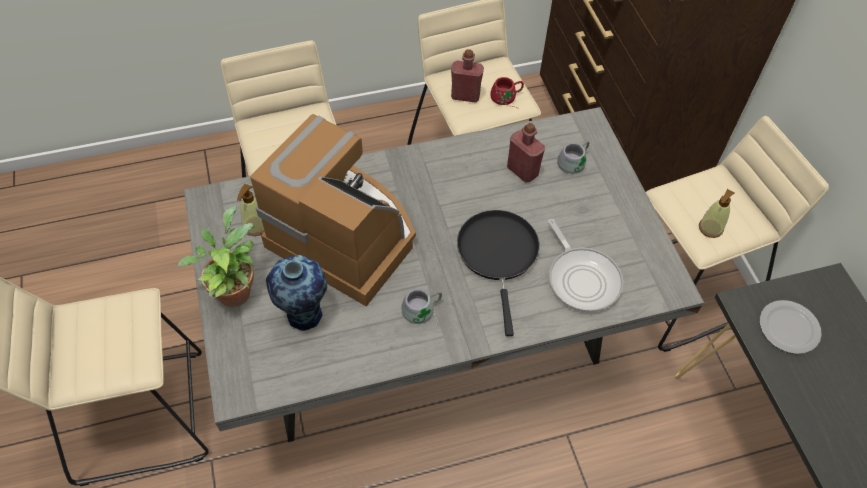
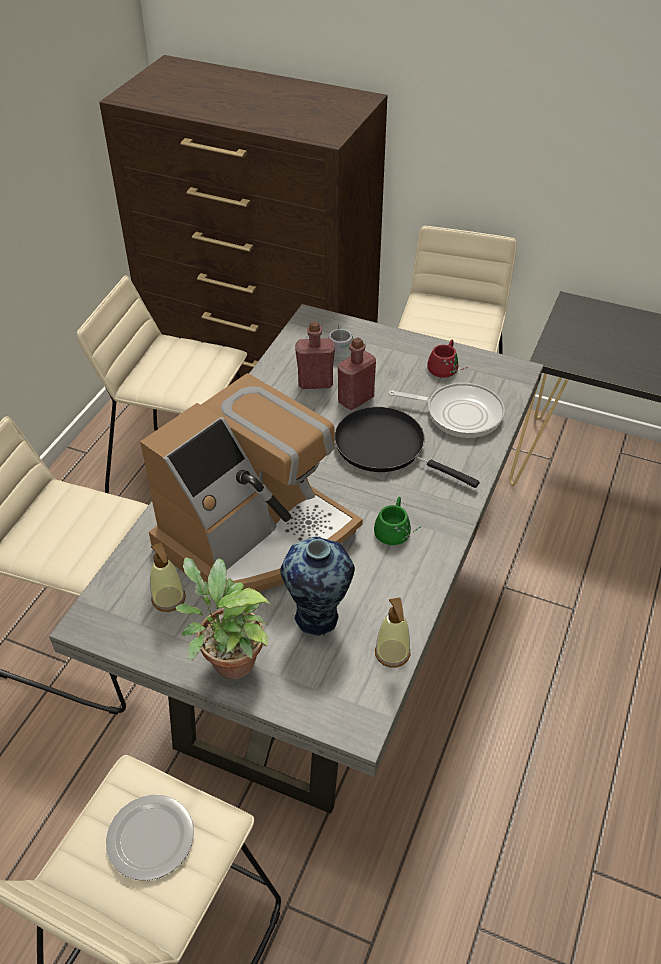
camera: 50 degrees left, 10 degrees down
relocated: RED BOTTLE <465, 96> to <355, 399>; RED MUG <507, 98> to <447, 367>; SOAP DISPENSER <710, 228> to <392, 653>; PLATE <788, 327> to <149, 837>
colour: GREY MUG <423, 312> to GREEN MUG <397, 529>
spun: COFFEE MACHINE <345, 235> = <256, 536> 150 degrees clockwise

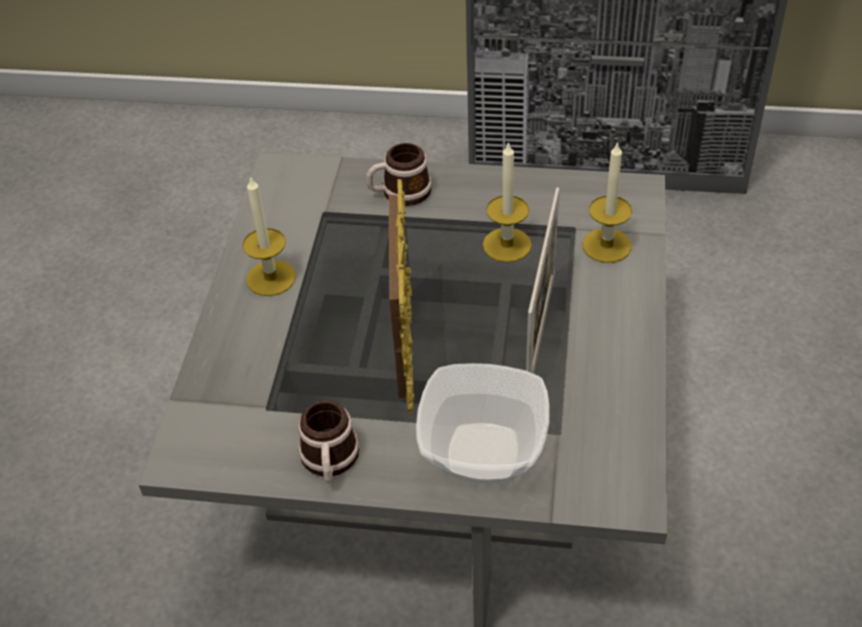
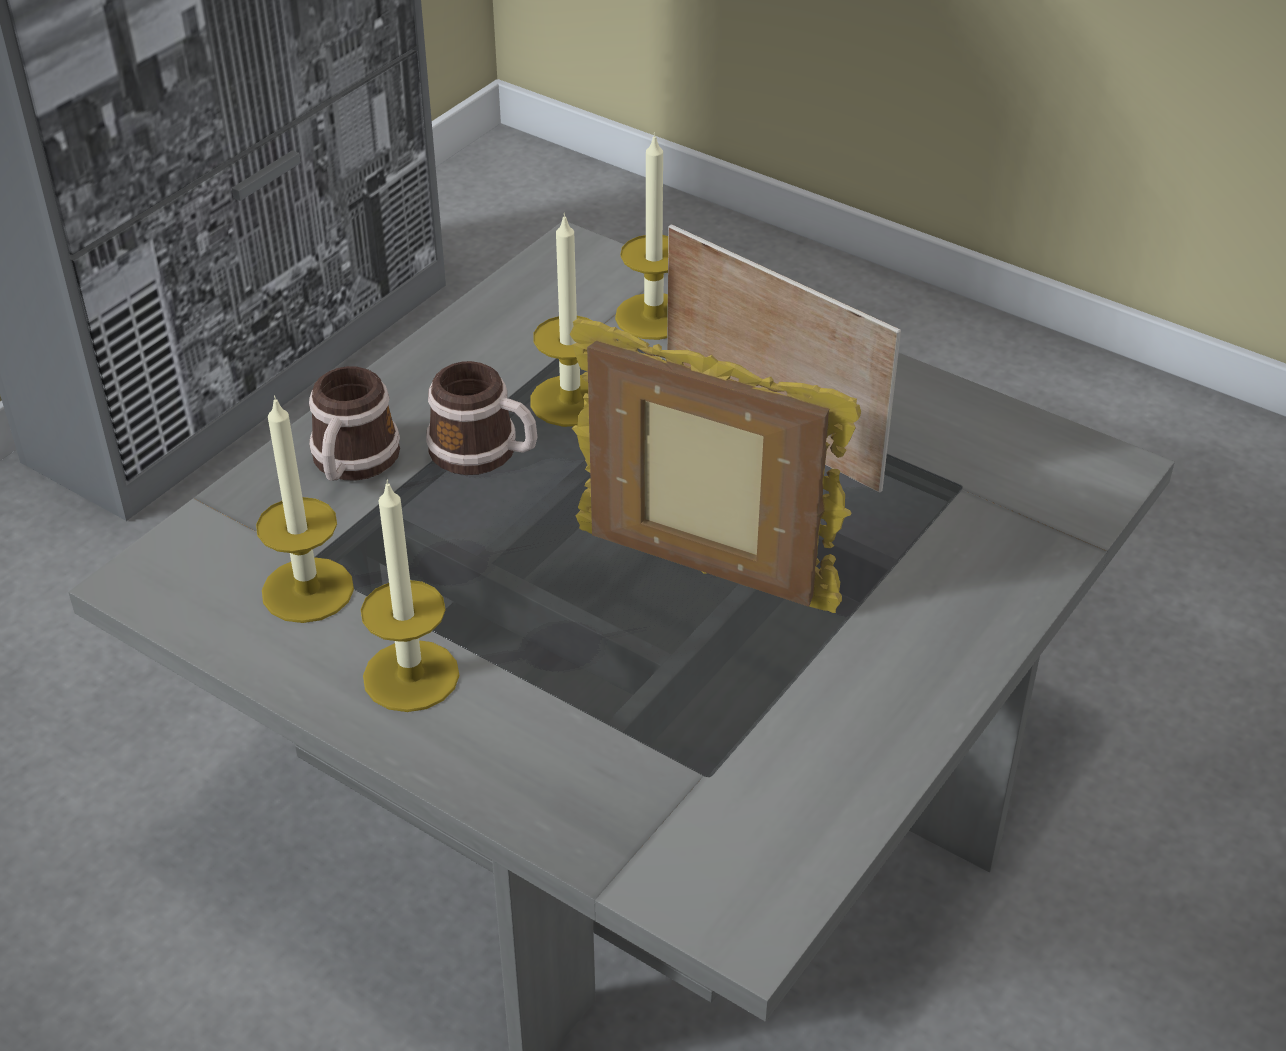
camera: 65 degrees left, 5 degrees down
missing: BOWL <484, 455>
appeared: CANDLE <307, 590>
relocated: MUG <330, 462> to <484, 453>

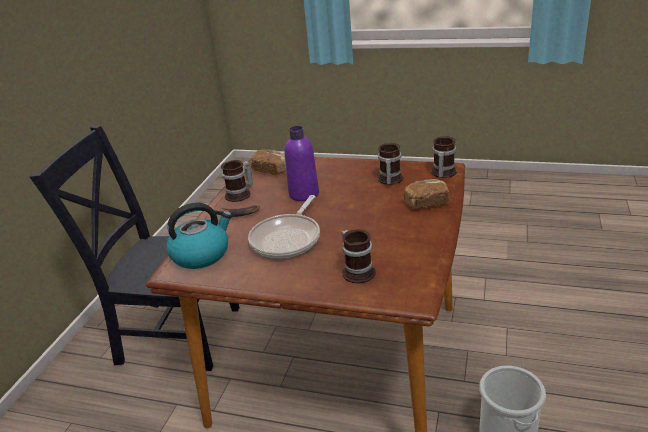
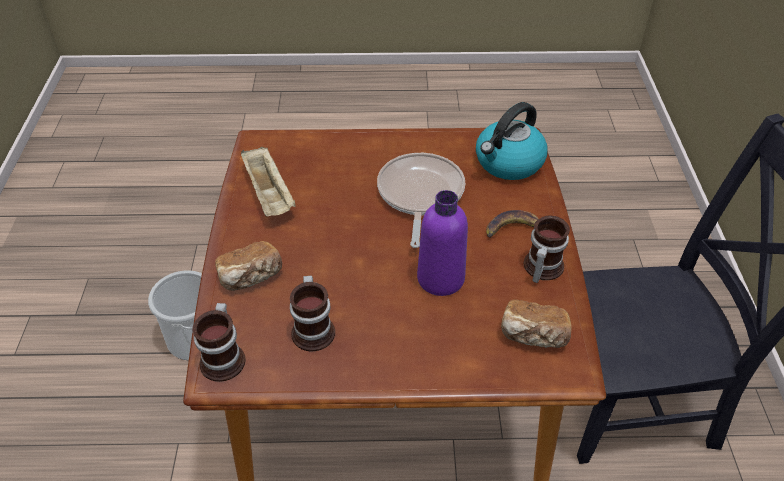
camera: 160 degrees right, 15 degrees up
missing: MUG <358, 271>
appeared: BEIGE TRAY <269, 194>

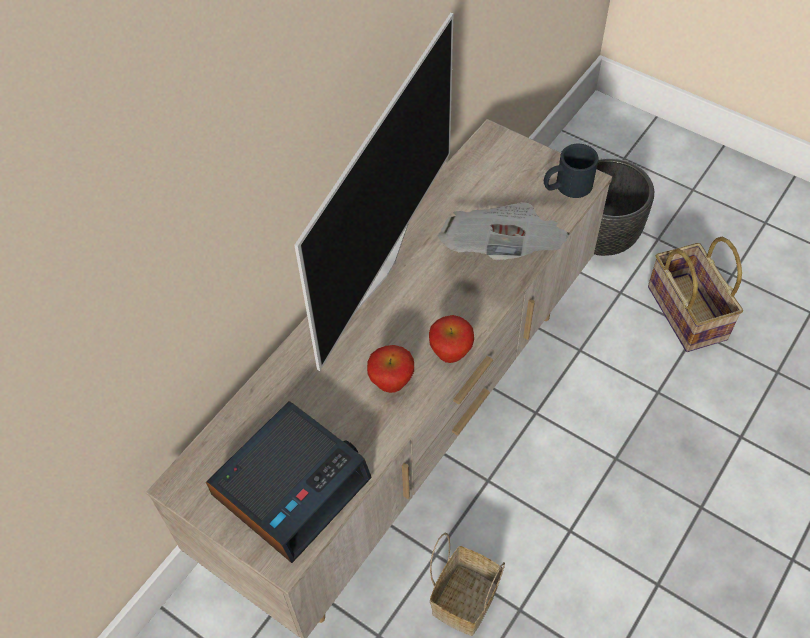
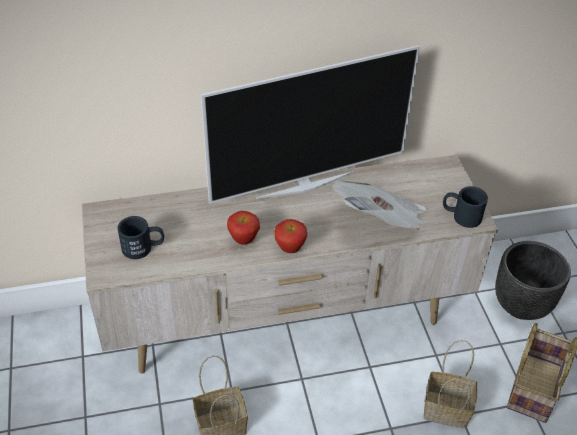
camera: 40 degrees right, 10 degrees down
appeared: BASKET <448, 409>
exchanged: ALARM CLOCK <291, 485> to BLACK MUG <143, 248>

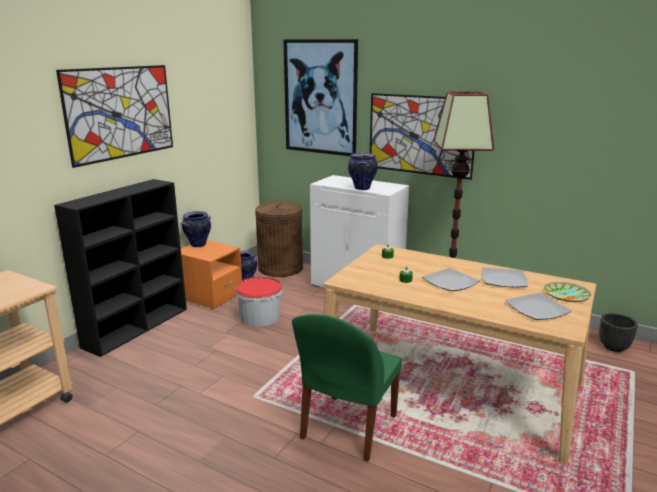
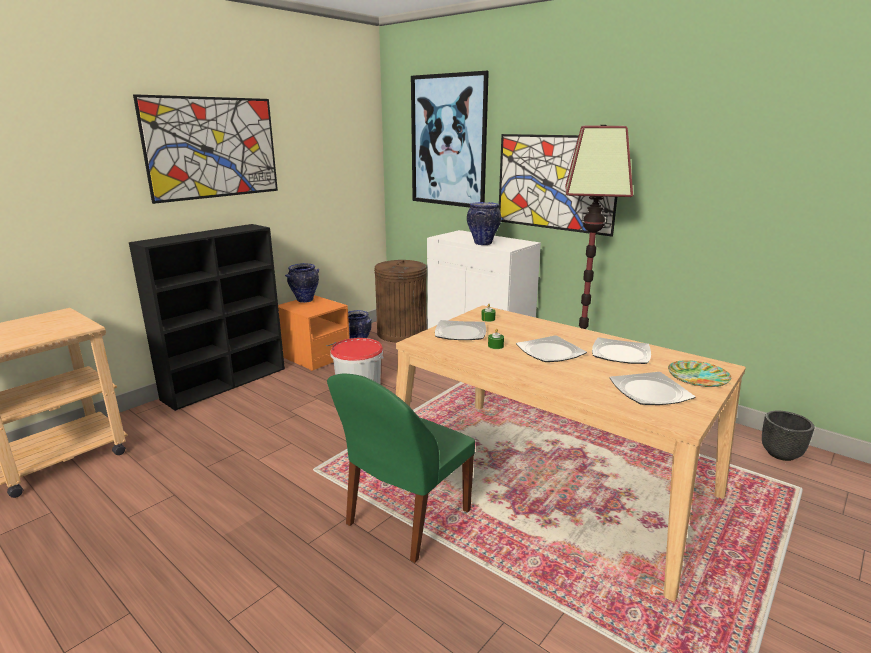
camera: 10 degrees right, 0 degrees up
appeared: PLATE <461, 333>

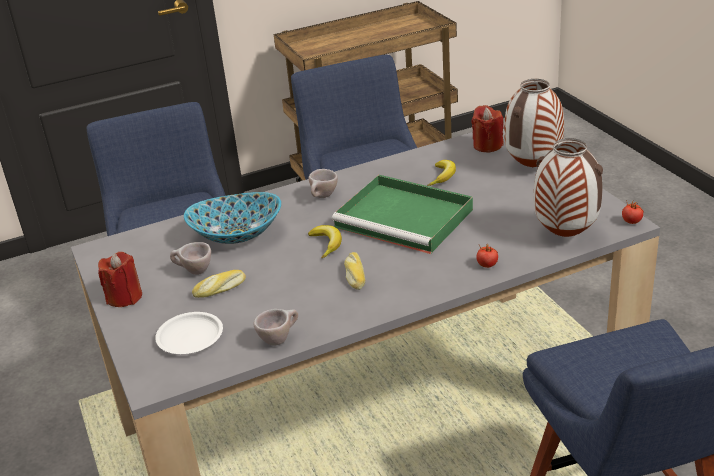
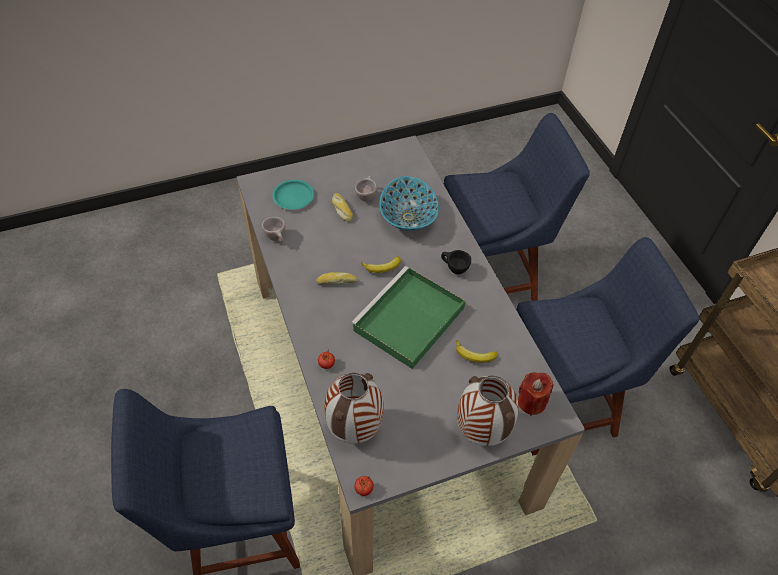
camera: 90 degrees right, 20 degrees up
missing: RED CANDLE <124, 297>
colour: BEIGE CUP <323, 197> to BLACK CUP <454, 269>; WHITE PLATE <191, 337> to TURQUOISE PLATE <293, 197>

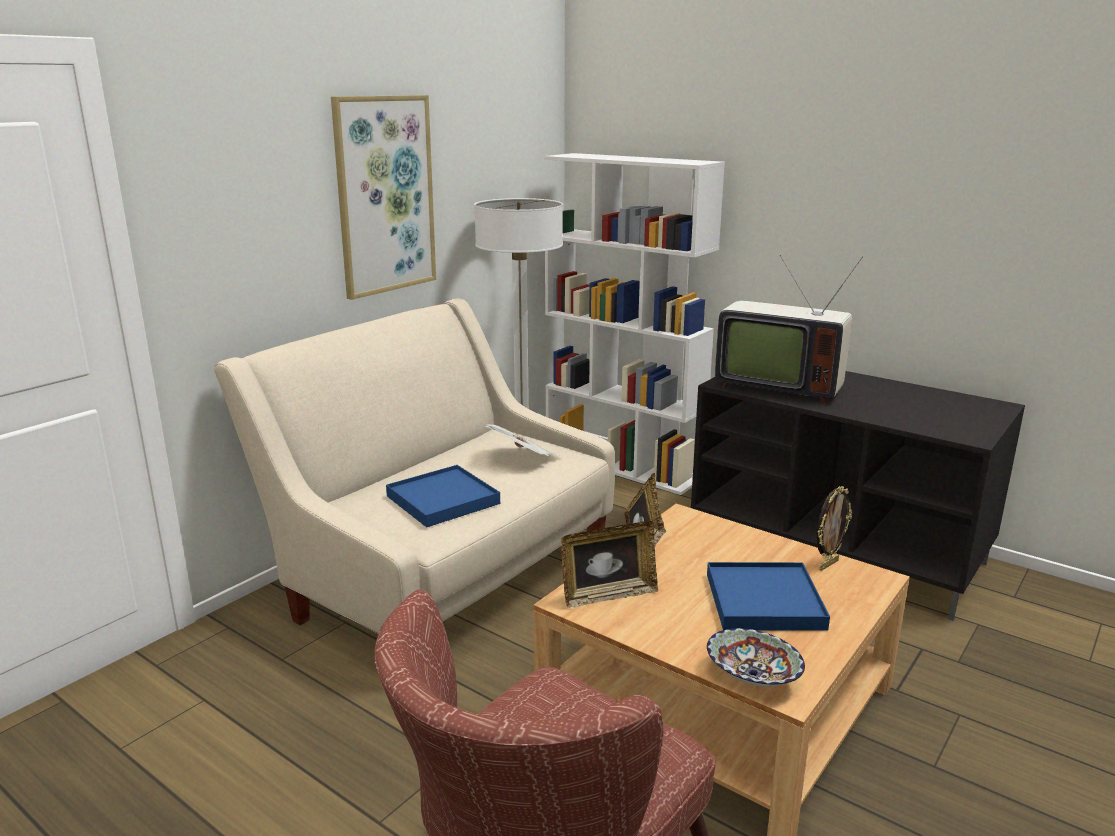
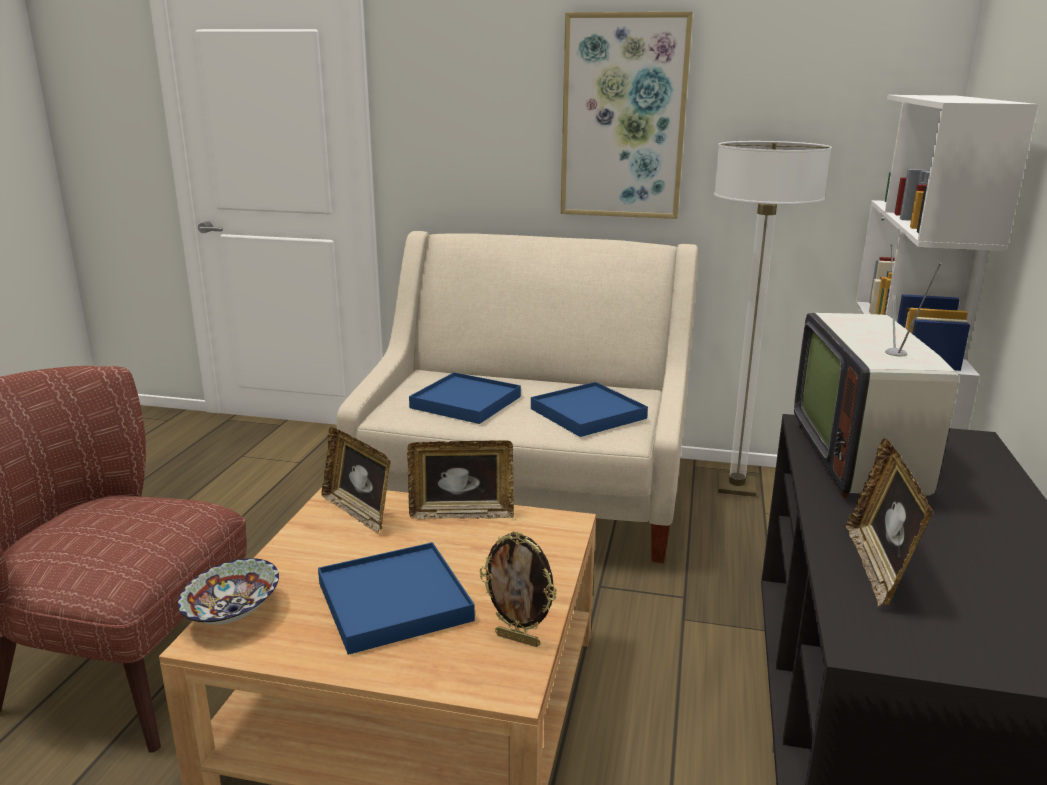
camera: 65 degrees right, 0 degrees up
appeared: PICTURE FRAME <878, 567>
exchanged: NEWSPAPER <523, 459> to BLUE TRAY <588, 413>

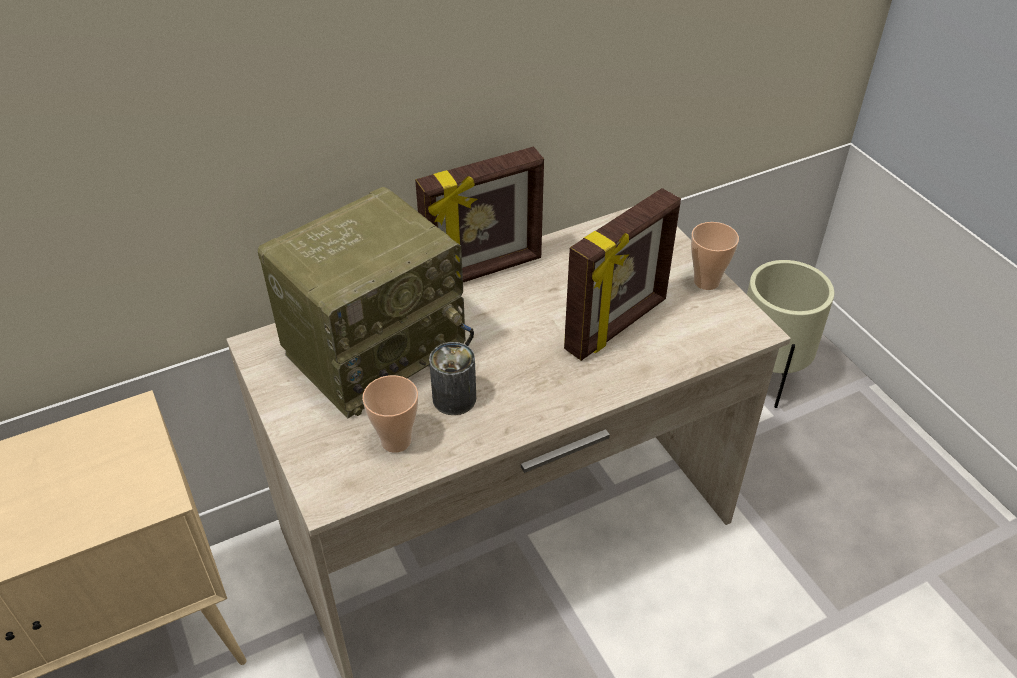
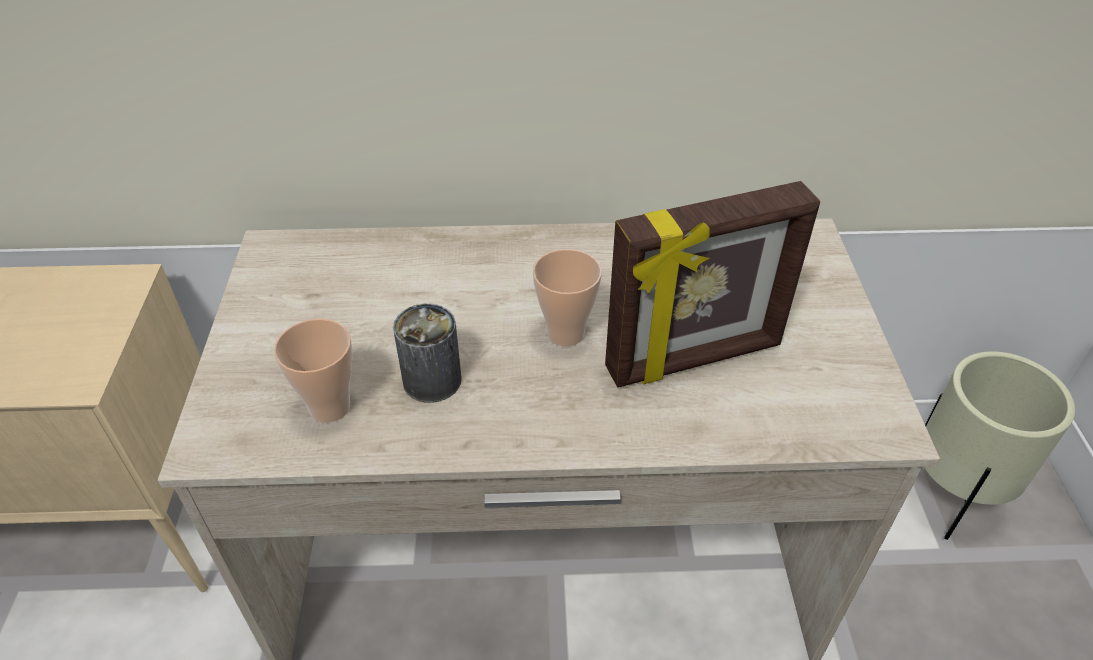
camera: 25 degrees right, 0 degrees up
missing: PICTURE FRAME <484, 271>; RADIO <375, 349>
relocated: CUP <706, 281> to <565, 333>

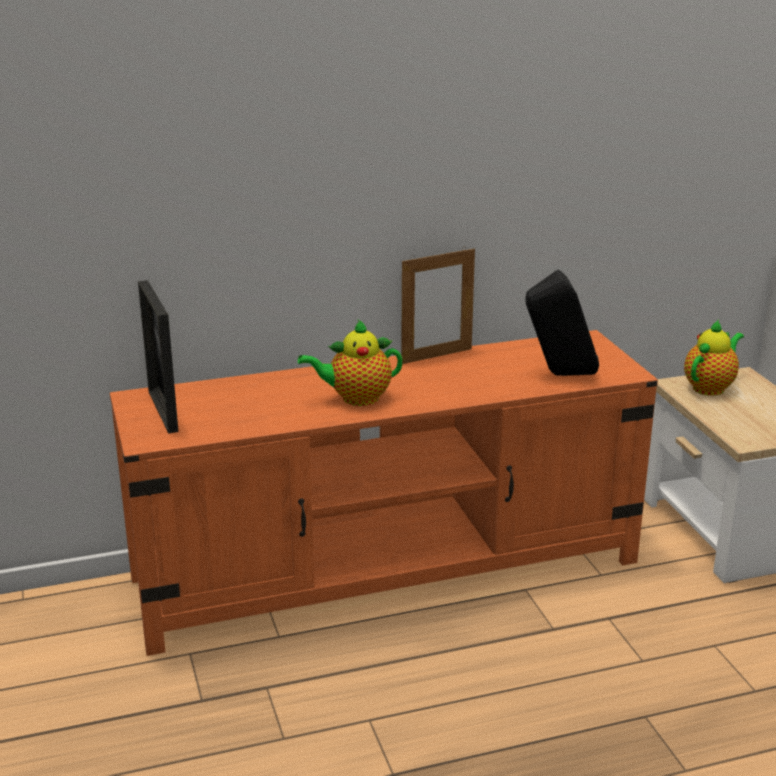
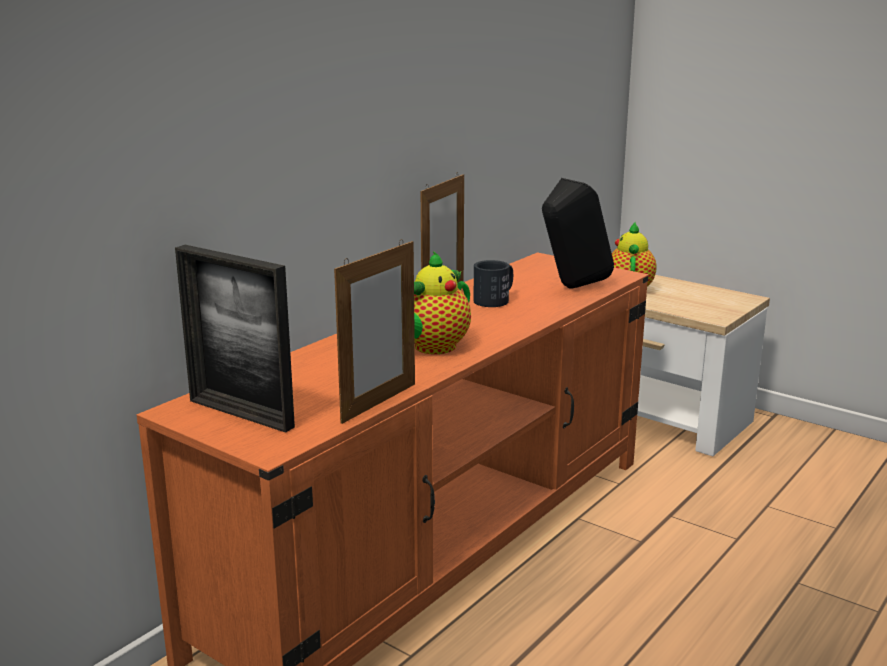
camera: 35 degrees left, 5 degrees down
appeared: PICTURE FRAME <379, 403>; BLACK MUG <496, 299>

